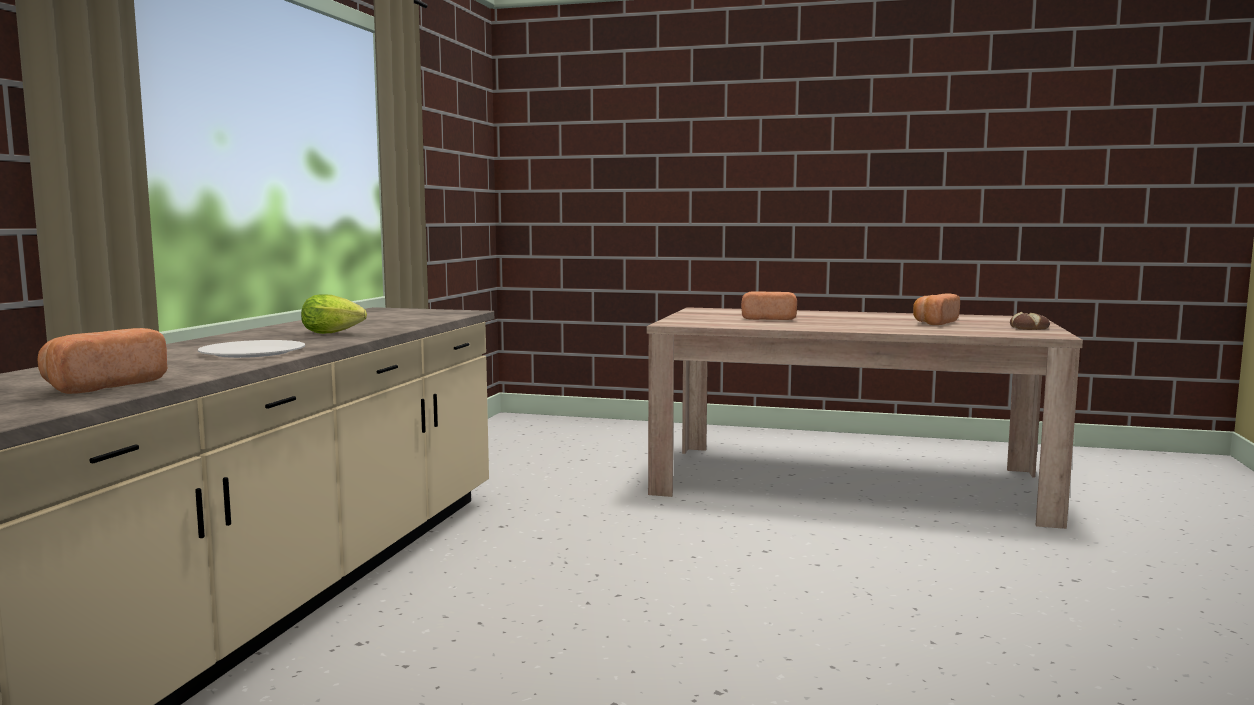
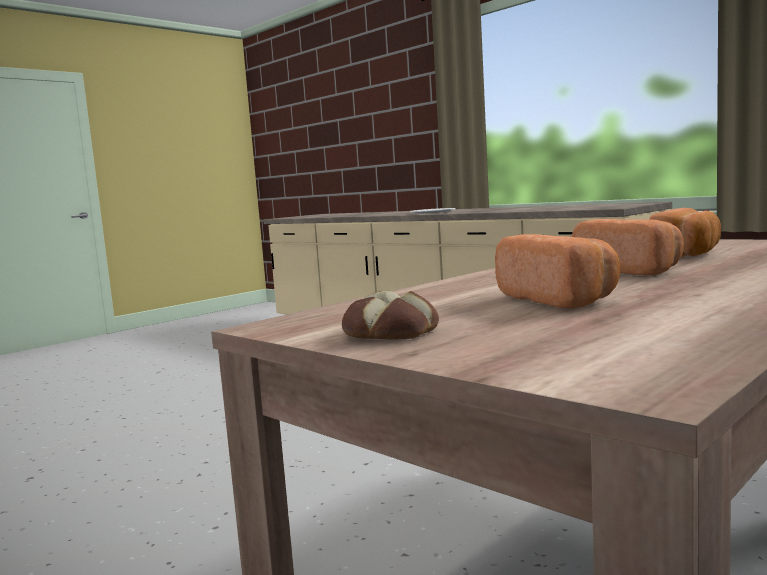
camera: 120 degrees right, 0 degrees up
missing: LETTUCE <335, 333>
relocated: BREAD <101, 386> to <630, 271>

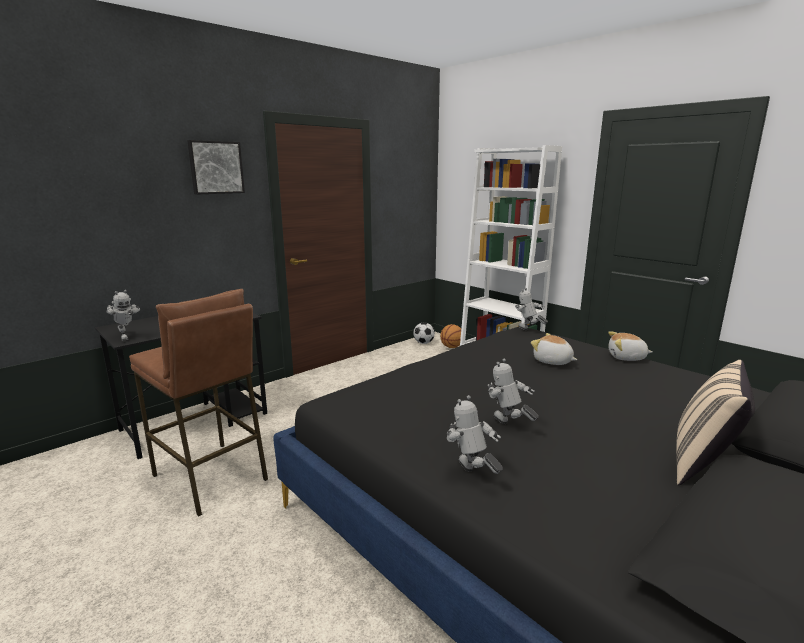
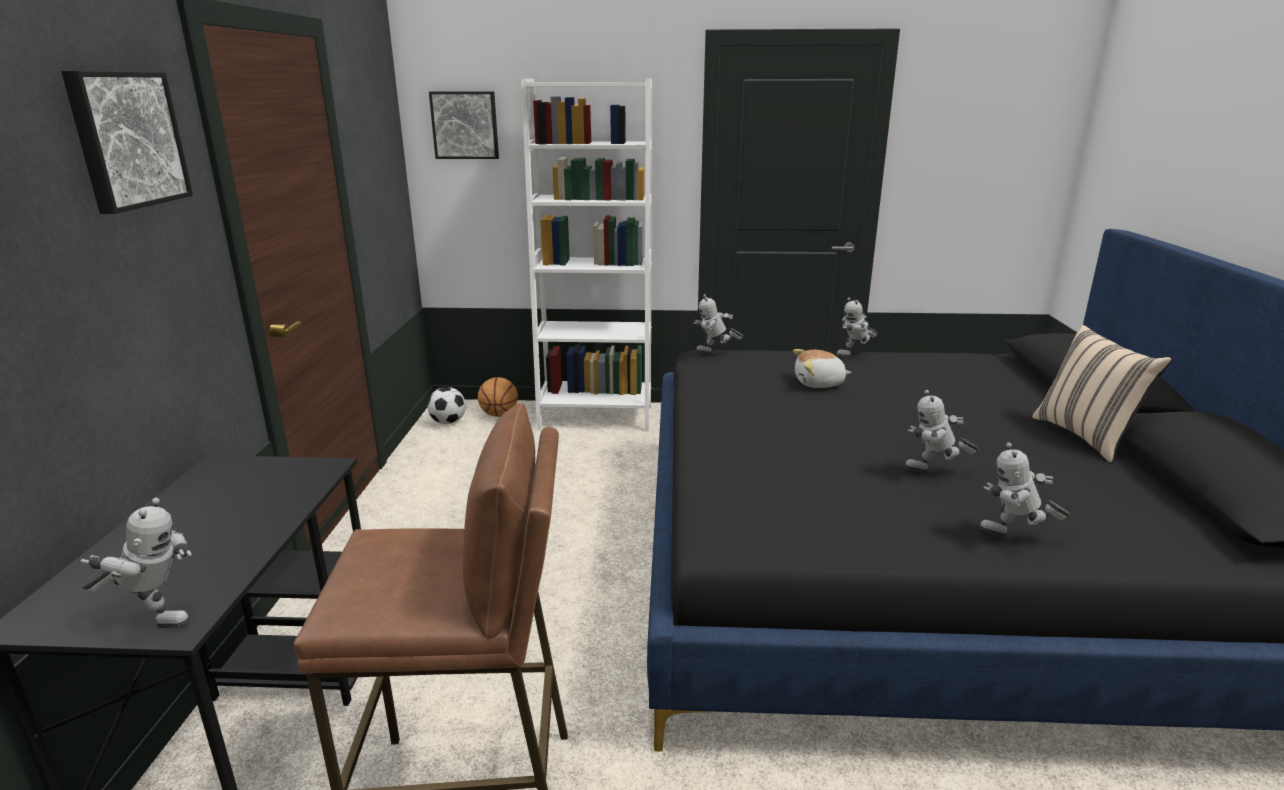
camera: 45 degrees left, 5 degrees up
appeared: PICTURE <465, 125>
exchanged: PLUSH TOY <626, 358> to TOY ROBOT <855, 356>

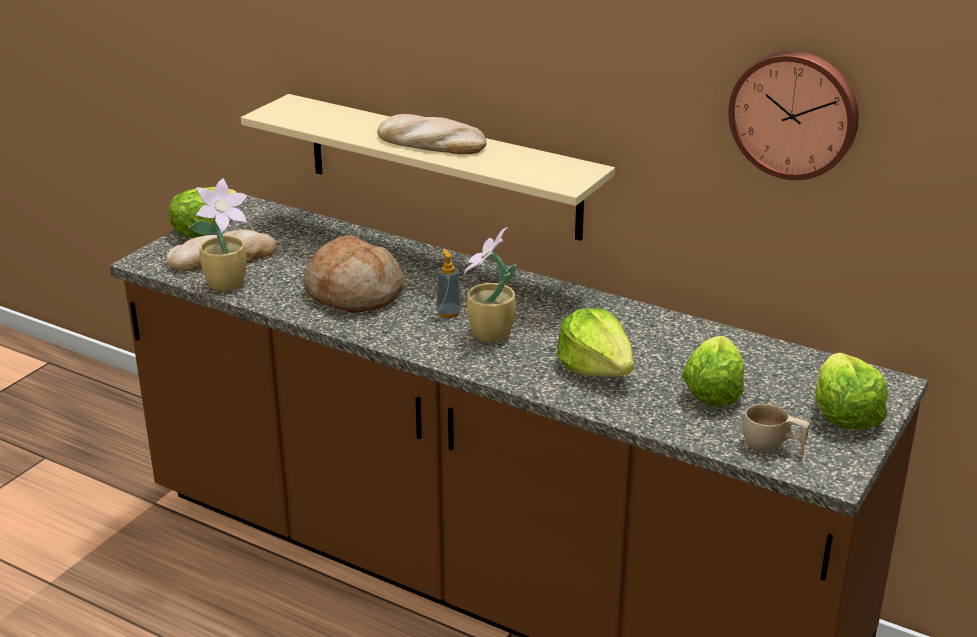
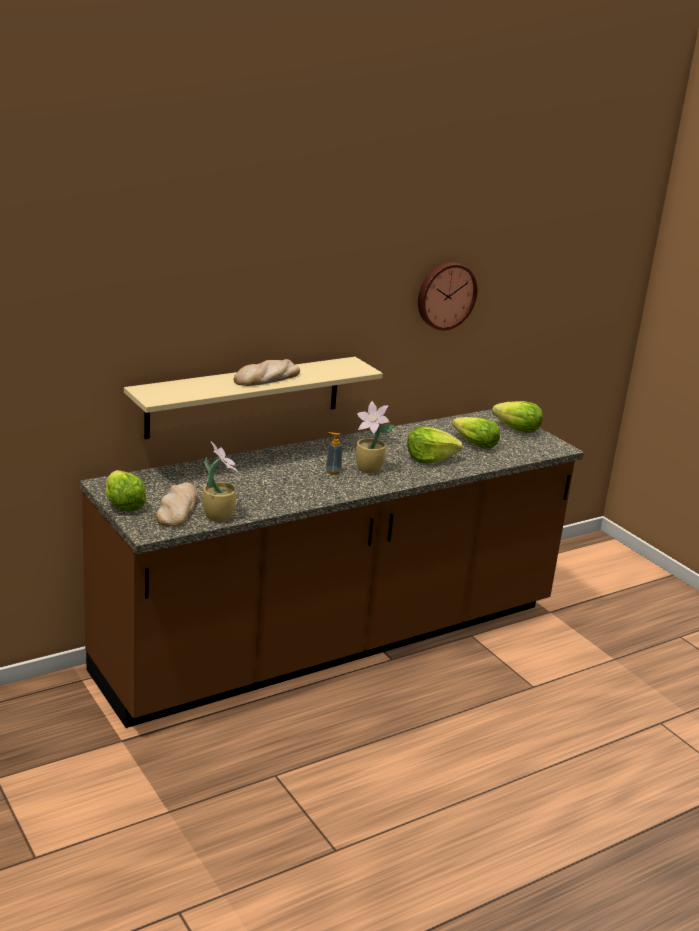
camera: 65 degrees left, 5 degrees down
missing: BREAD <354, 293>; BEIGE CUP <772, 447>

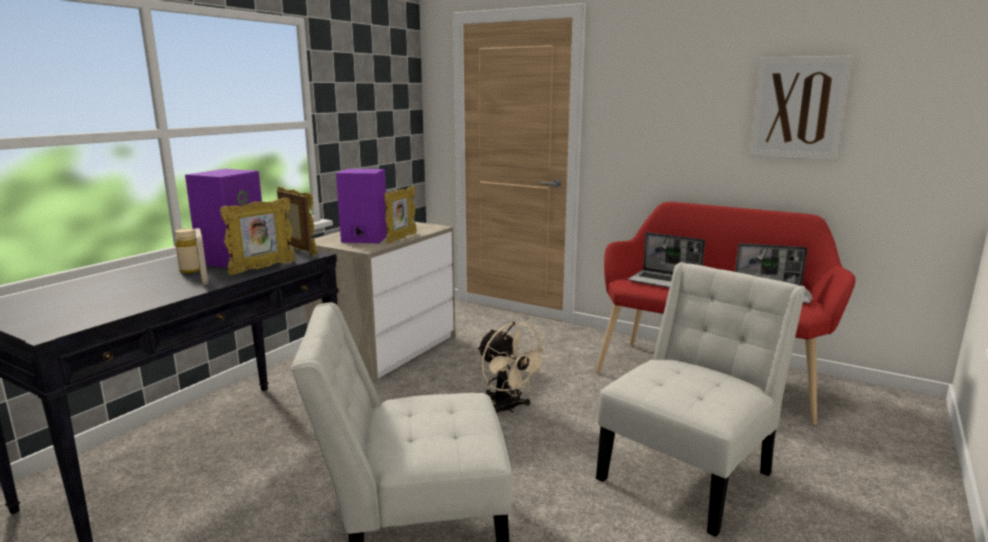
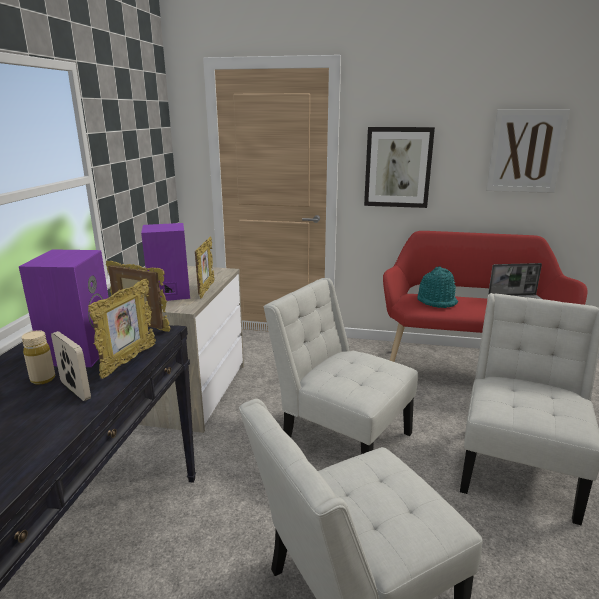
camera: 20 degrees left, 5 degrees up
appeared: PICTURE <398, 167>
exchanged: LAPTOP <665, 282> to TURQUOISE HAT <437, 301>; BEIGE FAN <507, 409> to WHITE CHAIR <340, 436>

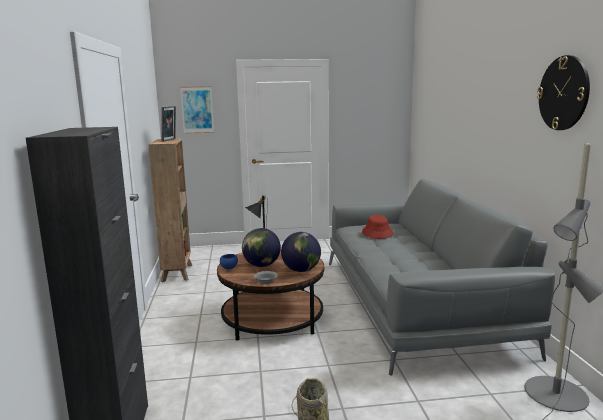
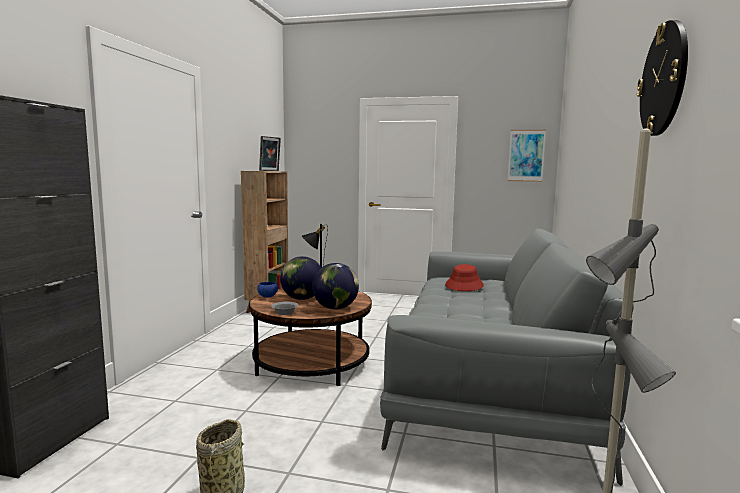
camera: 20 degrees right, 5 degrees down
relocated: PICTURE <197, 110> to <526, 155>

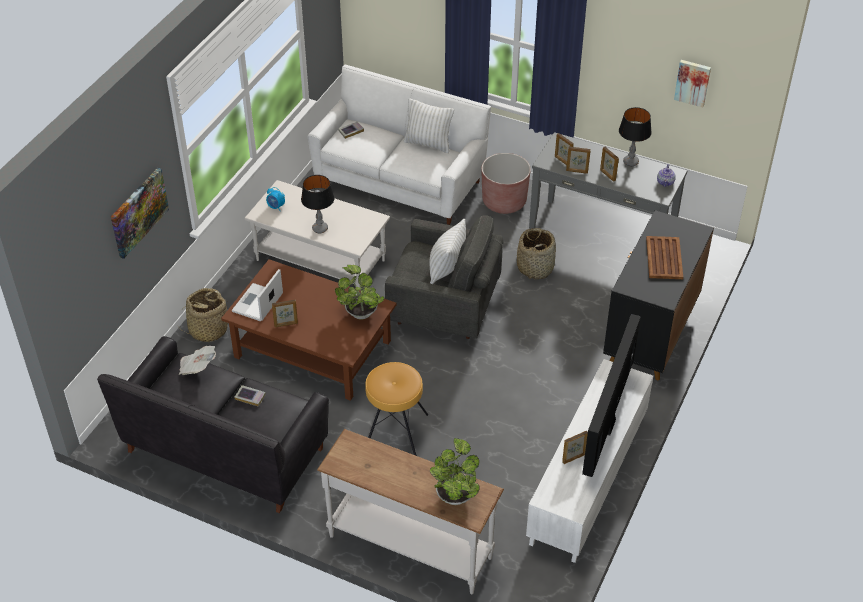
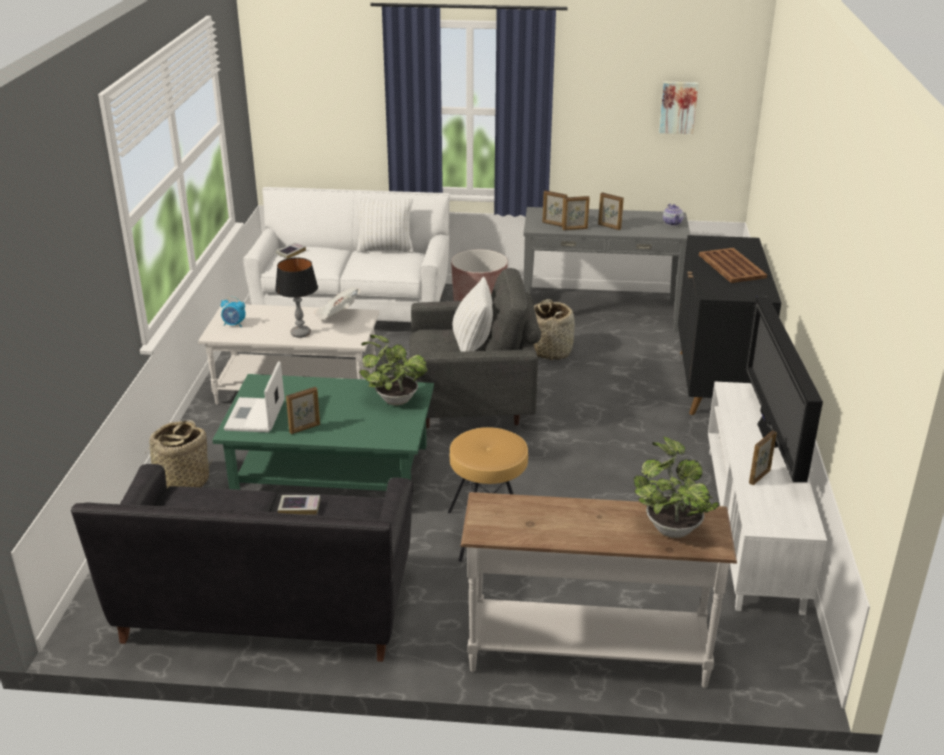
camera: 20 degrees left, 15 degrees down
missing: TABLE LAMP <630, 162>; PICTURE <138, 212>
relocated: NEWSPAPER <197, 367> to <337, 315>
colour: BROWN COFFEE TABLE <312, 349> to GREEN COFFEE TABLE <332, 473>

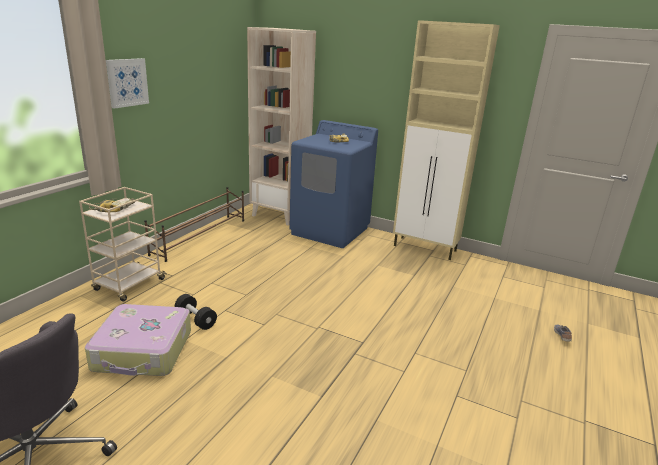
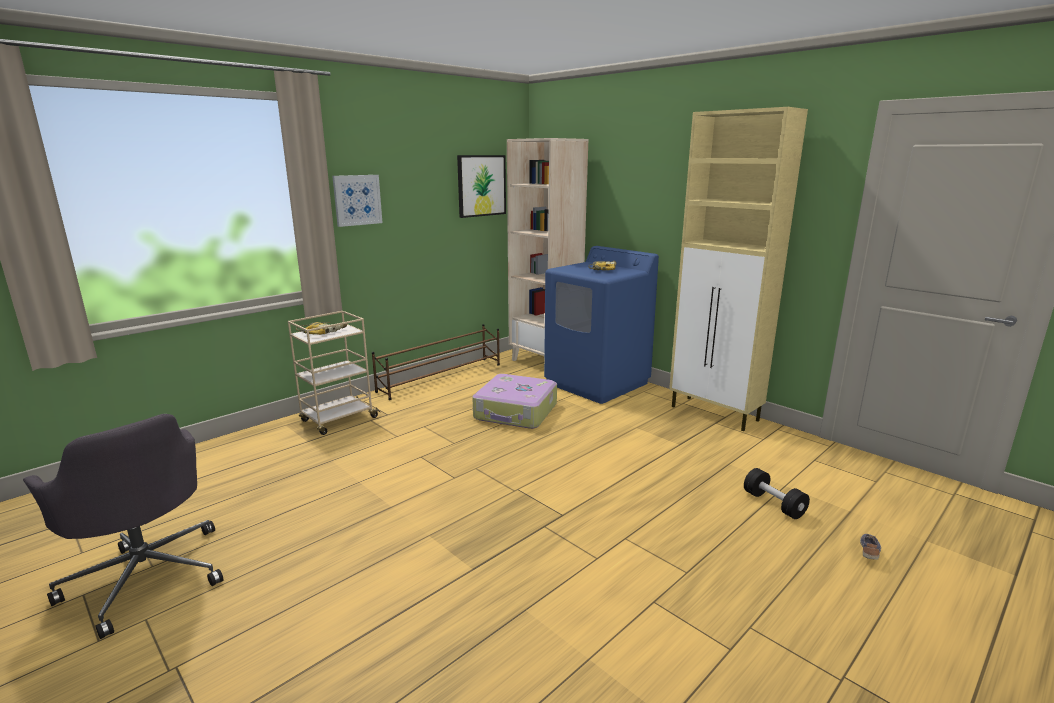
camera: 20 degrees right, 5 degrees down
appeared: PICTURE <481, 185>
relocated: BLACK DUMBBELL <196, 320> to <773, 504>; SUITCASE <143, 351> to <516, 412>

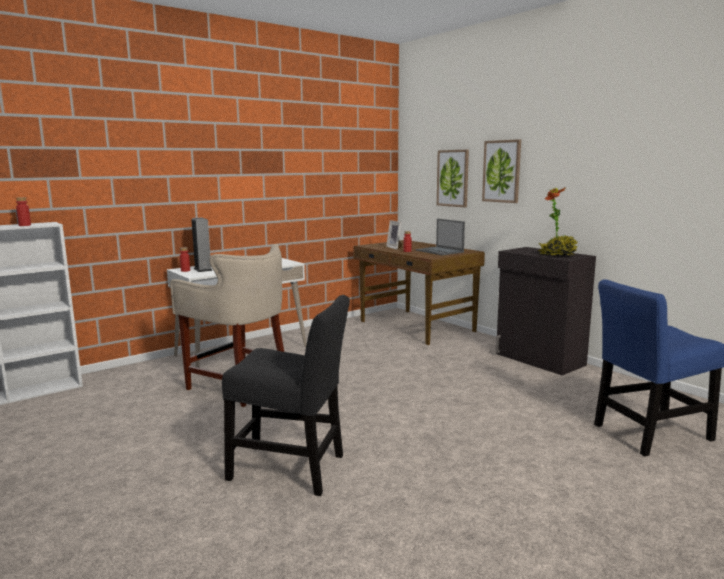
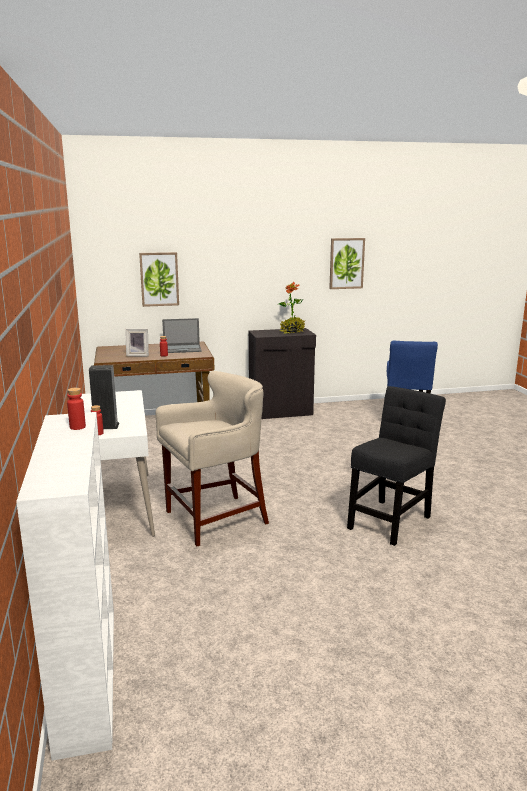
camera: 65 degrees left, 5 degrees up
relocated: PICTURE <502, 171> to <346, 263>

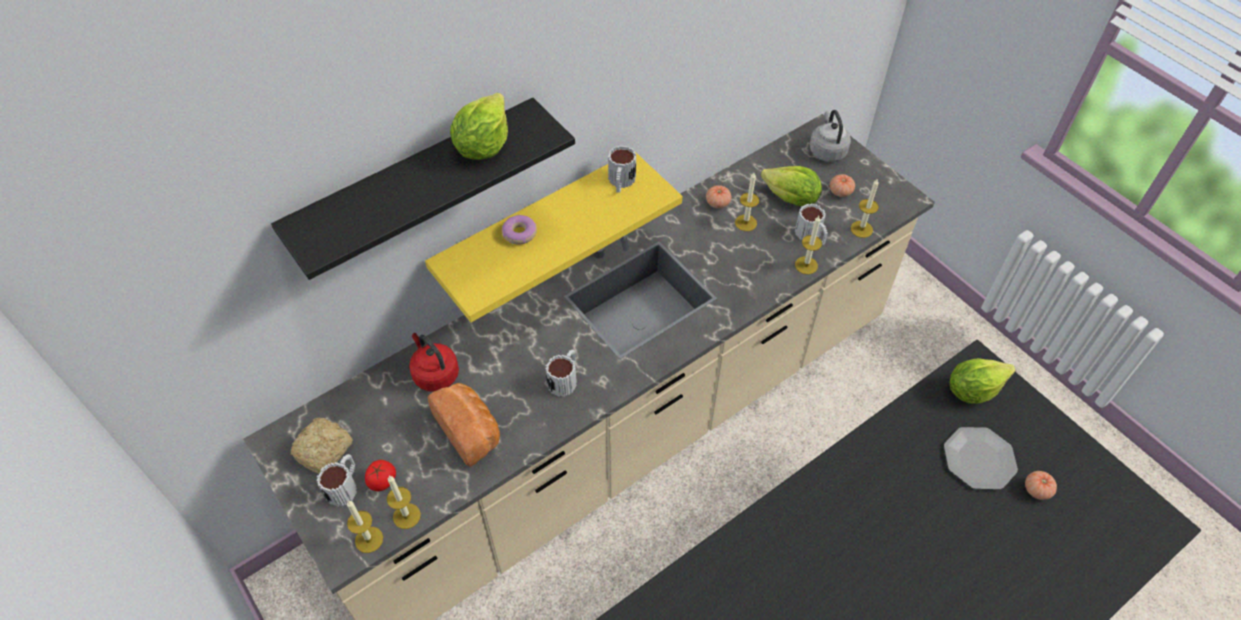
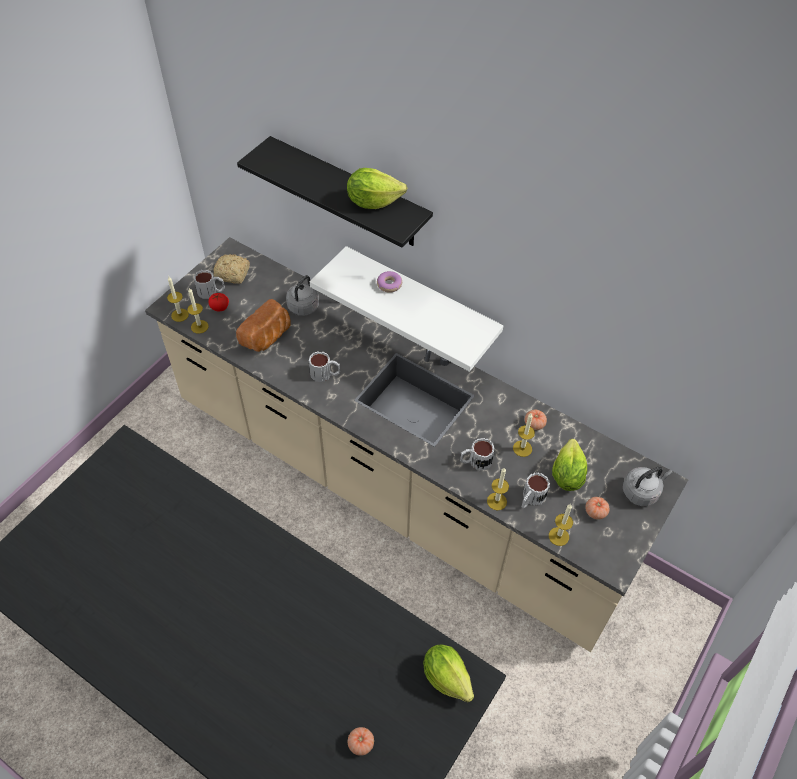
camera: 70 degrees right, 0 degrees up
missing: PLATE <979, 459>
relocated: MUG <621, 182> to <475, 461>
colour: YELLOW SHELF <536, 225> to WHITE SHELF <421, 301>; RED KETTLE <435, 374> to GREY KETTLE <304, 305>

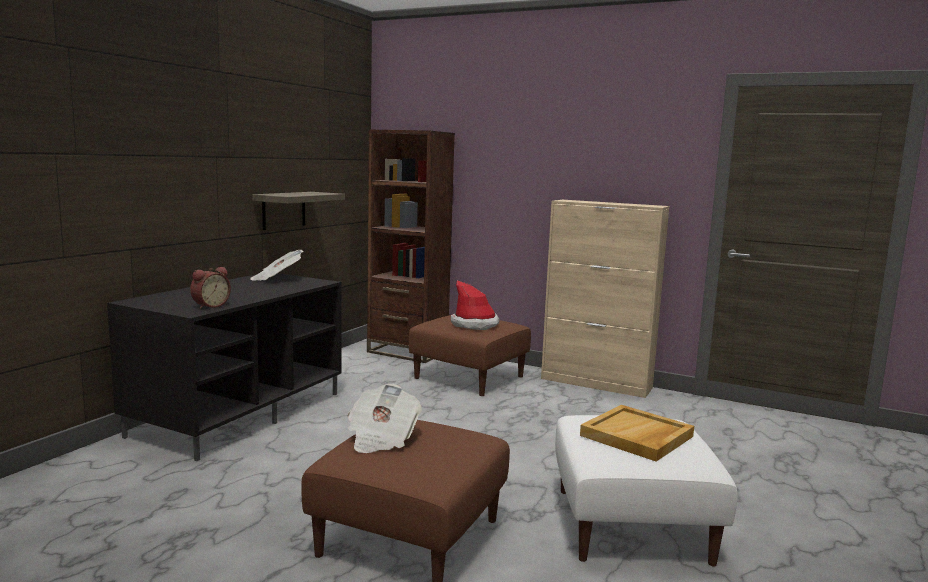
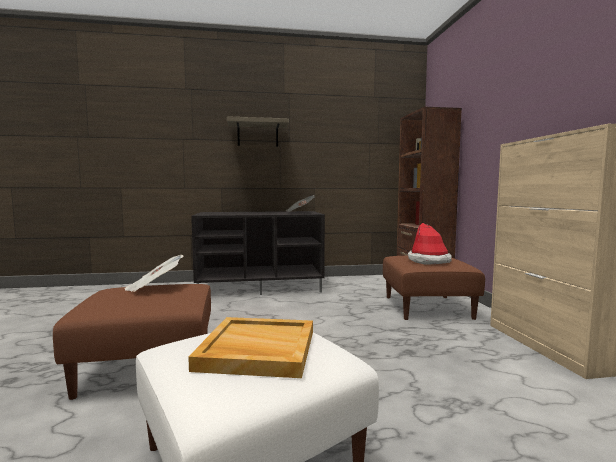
camera: 55 degrees right, 5 degrees down
missing: ALARM CLOCK <210, 306>
relocated: SHELF <284, 210> to <257, 134>

